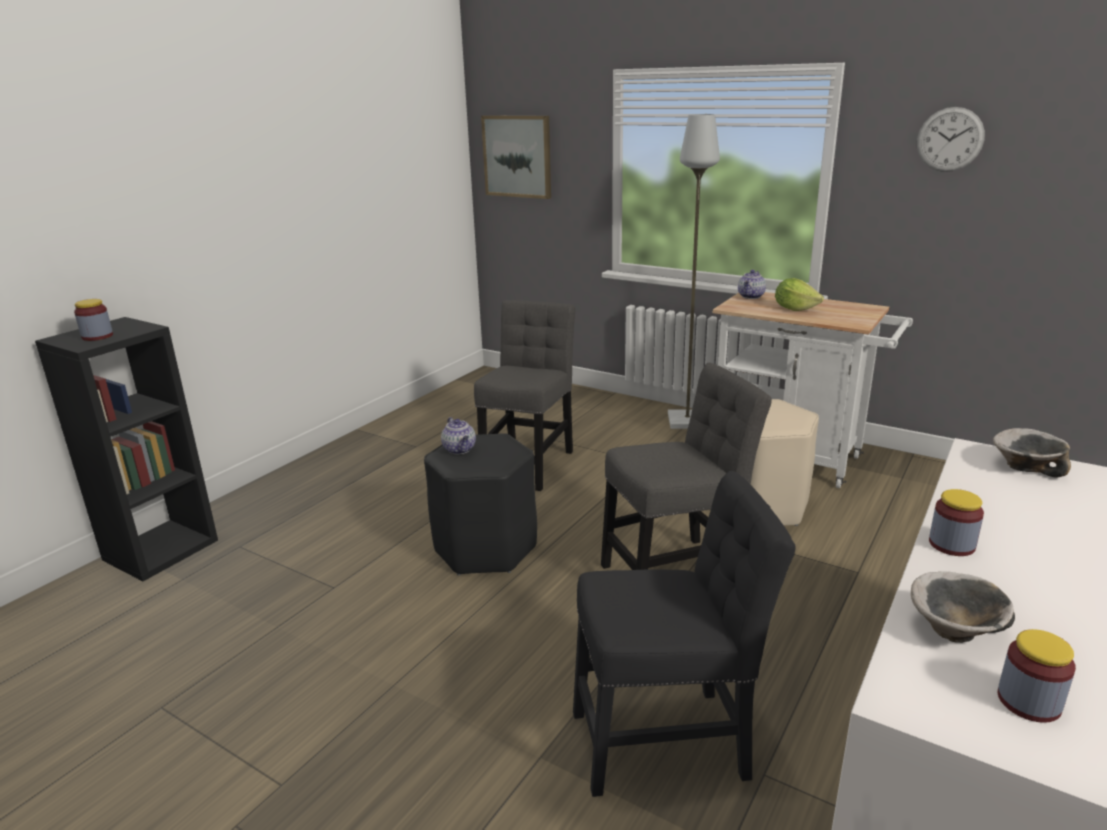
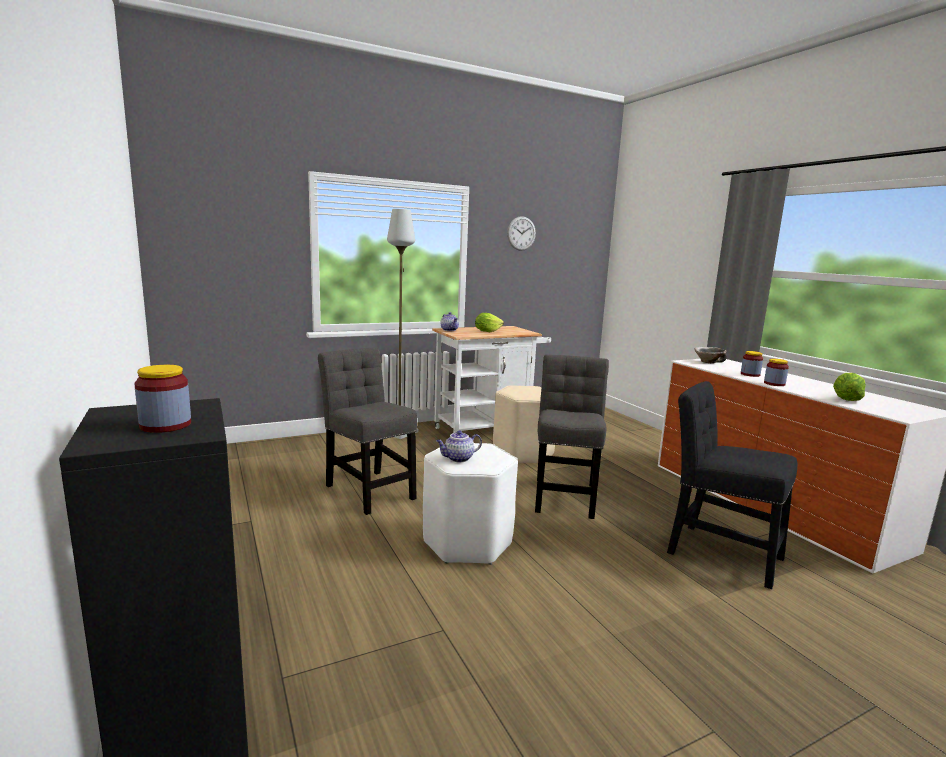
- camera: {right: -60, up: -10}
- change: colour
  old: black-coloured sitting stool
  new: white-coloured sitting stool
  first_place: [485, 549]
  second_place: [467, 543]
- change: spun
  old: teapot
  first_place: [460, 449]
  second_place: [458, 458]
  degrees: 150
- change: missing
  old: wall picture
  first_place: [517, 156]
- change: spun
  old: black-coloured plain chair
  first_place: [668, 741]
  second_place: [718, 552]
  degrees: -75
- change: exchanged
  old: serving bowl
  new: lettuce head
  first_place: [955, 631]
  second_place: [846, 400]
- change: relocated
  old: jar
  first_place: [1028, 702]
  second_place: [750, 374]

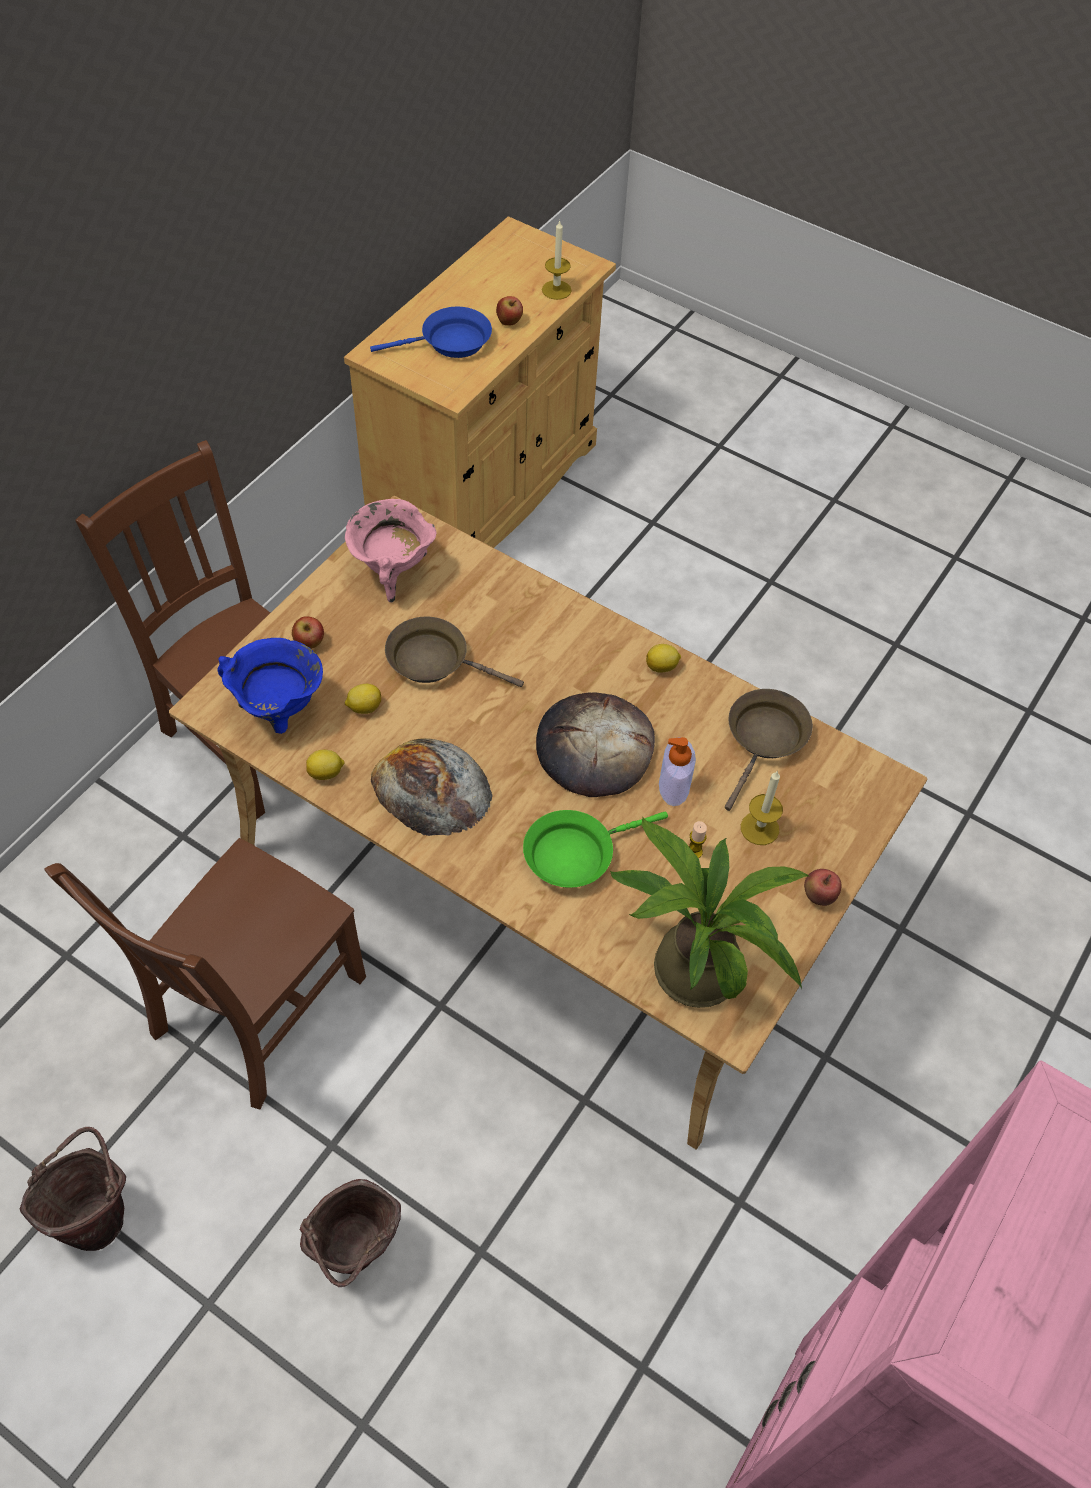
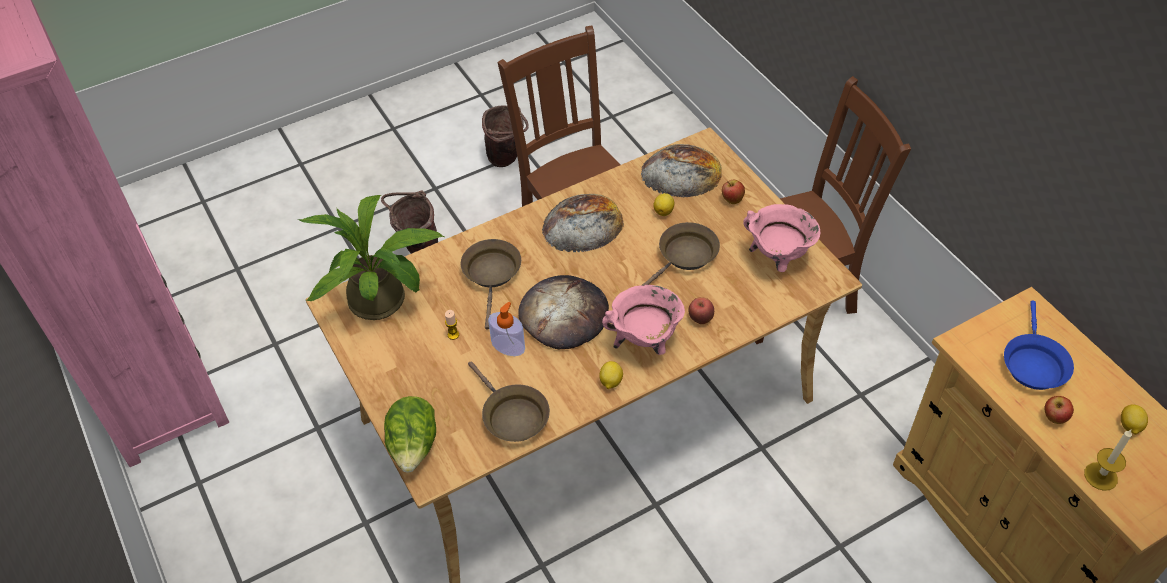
- camera: {right: 120, up: -5}
- change: exchanged
  old: bluish saucepot
  new: baked bread
  first_place: [279, 712]
  second_place: [681, 172]
- change: relocated
  old: whole lemon
  first_place: [326, 773]
  second_place: [1129, 426]
- change: colour
  old: greenish frying pan
  new: brown-coloured frying pan
  first_place: [575, 853]
  second_place: [492, 275]
- change: missing
  old: wax candle
  first_place: [759, 828]
- change: relocated
  old: whole apple
  first_place: [818, 896]
  second_place: [700, 319]
- change: appeared
  new: lettuce head
  second_place: [414, 447]
- change: appeared
  new: pink-coloured saucepot
  second_place: [645, 342]

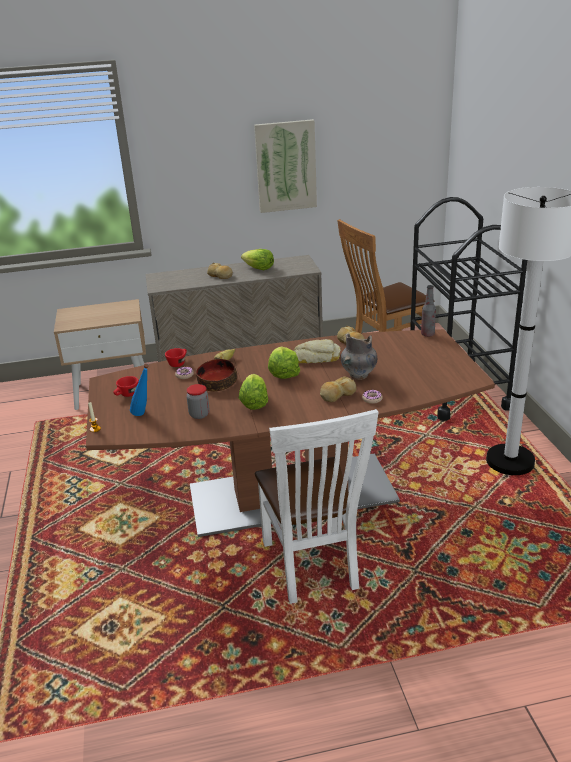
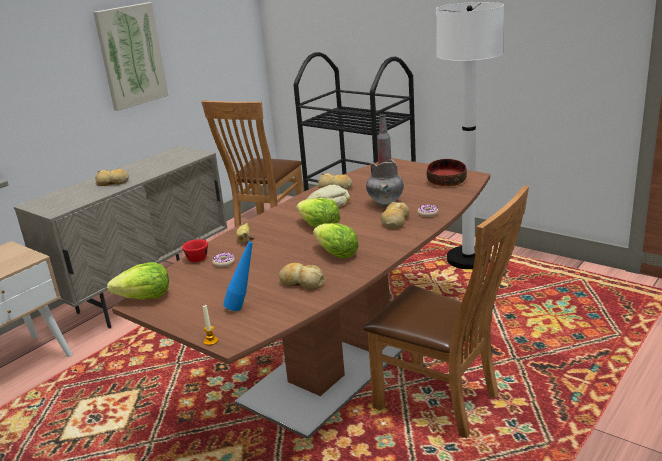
- camera: {right: -40, up: -5}
- change: missing
  old: reddish small cup
  first_place: [127, 395]
- change: exchanged
  old: jar
  new: baked bread
  first_place: [199, 414]
  second_place: [302, 282]
- change: relocated
  old: serving bowl
  first_place: [217, 383]
  second_place: [446, 181]
- change: relocated
  old: lettuce head
  first_place: [259, 268]
  second_place: [145, 297]
- change: colour
  old: white-coloured plain chair
  new: brown-coloured plain chair
  first_place: [313, 568]
  second_place: [444, 402]

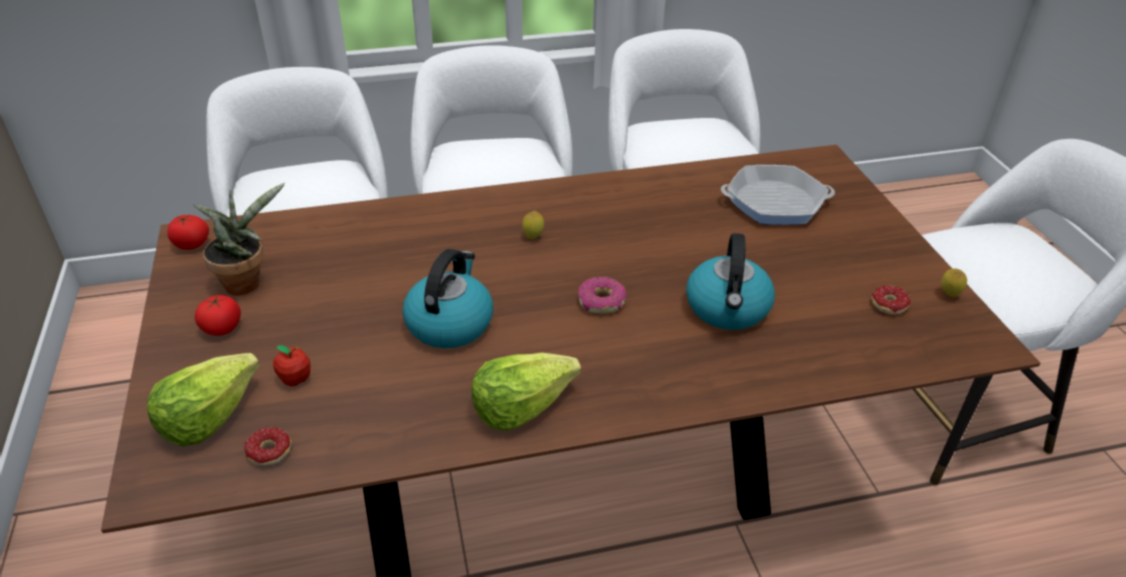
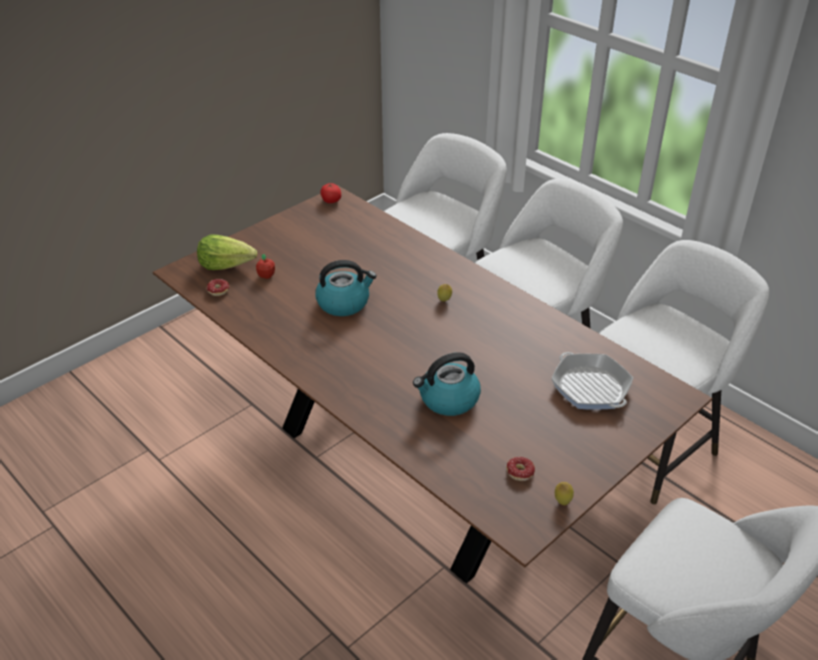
- camera: {right: 60, up: 0}
- change: missing
  old: plant in a pot
  first_place: [246, 281]
- change: missing
  old: tomato
  first_place: [222, 328]
- change: missing
  old: lettuce head
  first_place: [521, 406]
- change: missing
  old: doughnut
  first_place: [602, 302]

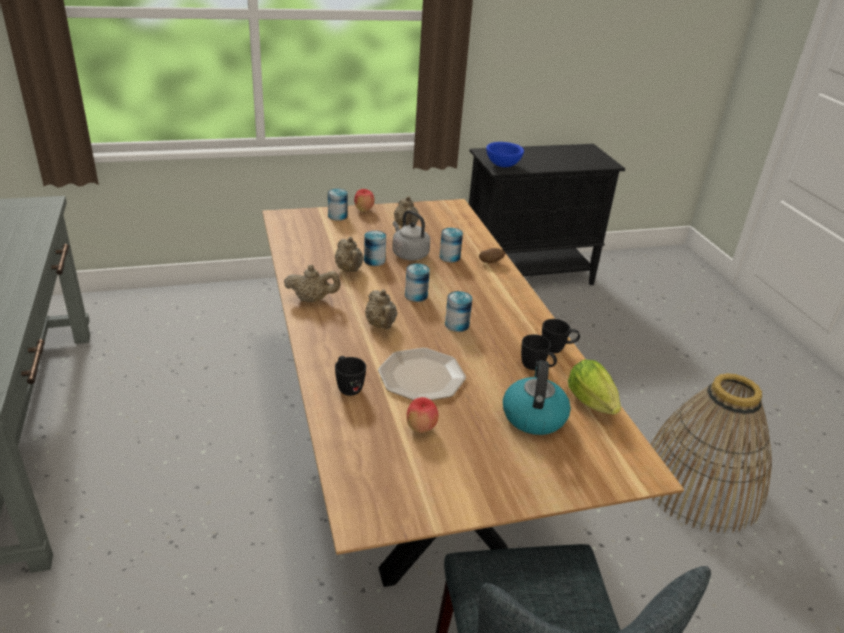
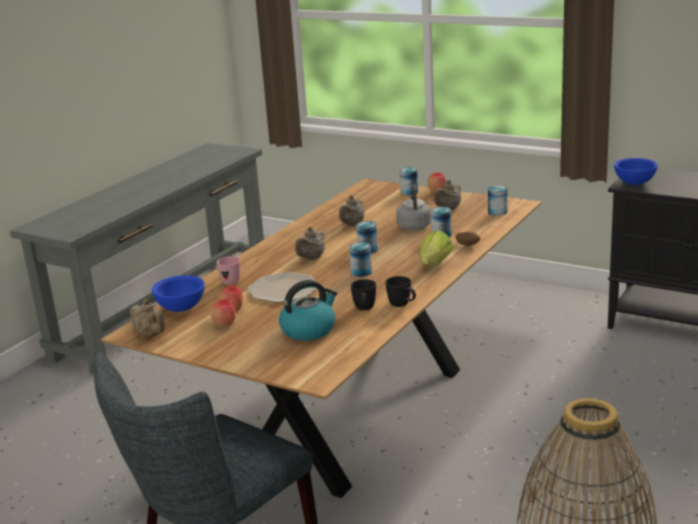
- camera: {right: 50, up: -10}
- change: relocated
  old: beige-coloured teapot
  first_place: [312, 299]
  second_place: [151, 335]
- change: colour
  old: black-coloured mug
  new: pink-coloured mug
  first_place: [347, 387]
  second_place: [232, 280]
- change: relocated
  old: sealed can
  first_place: [374, 260]
  second_place: [497, 212]
- change: relocated
  old: lettuce head
  first_place: [593, 405]
  second_place: [434, 265]
- change: appeared
  new: bluish serving bowl
  second_place: [180, 308]
- change: appeared
  new: whole apple
  second_place: [225, 325]

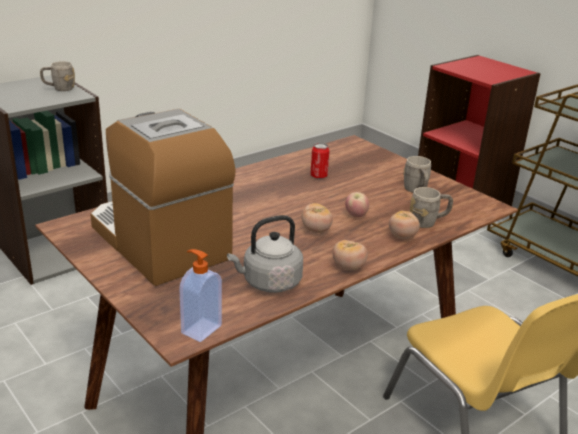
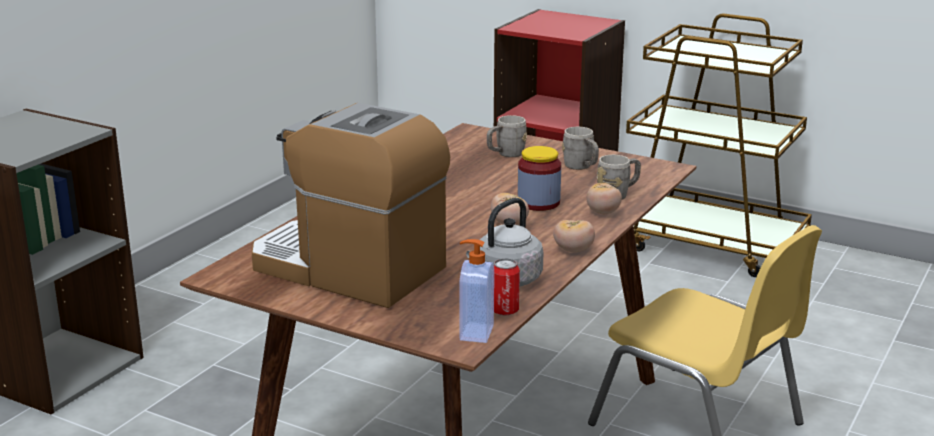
- camera: {right: -20, up: -5}
- change: relocated
  old: gray mug
  first_place: [59, 88]
  second_place: [506, 154]
- change: relocated
  old: sealed can
  first_place: [318, 176]
  second_place: [505, 311]
- change: exchanged
  old: whole apple
  new: jar
  first_place: [356, 215]
  second_place: [538, 202]

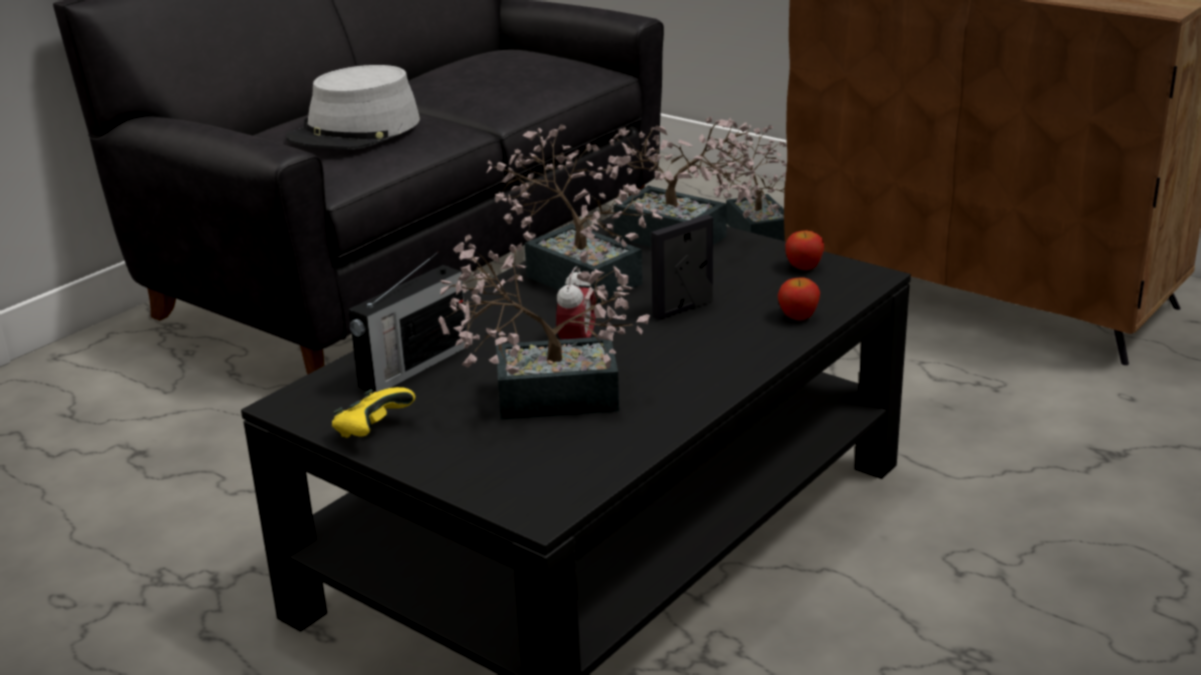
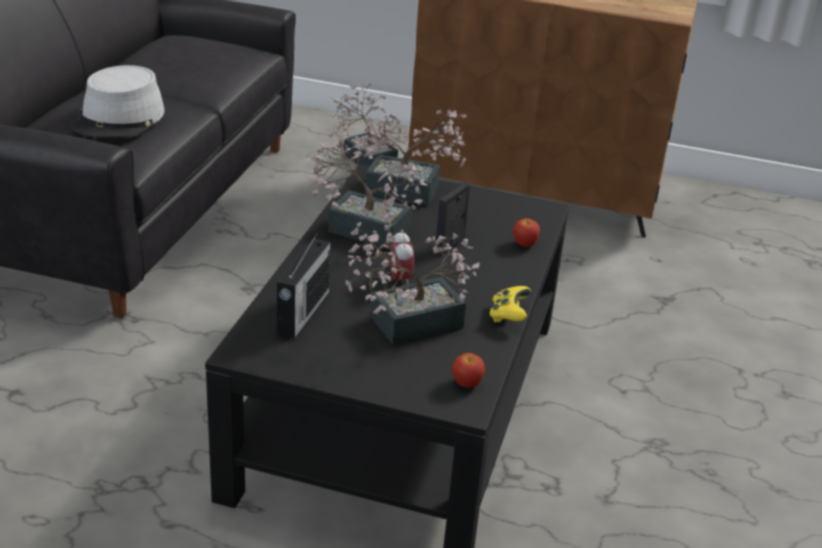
- camera: {right: -25, up: 5}
- change: relocated
  old: yellow gamepad
  first_place: [372, 431]
  second_place: [508, 316]
- change: relocated
  old: whole apple
  first_place: [804, 267]
  second_place: [466, 383]

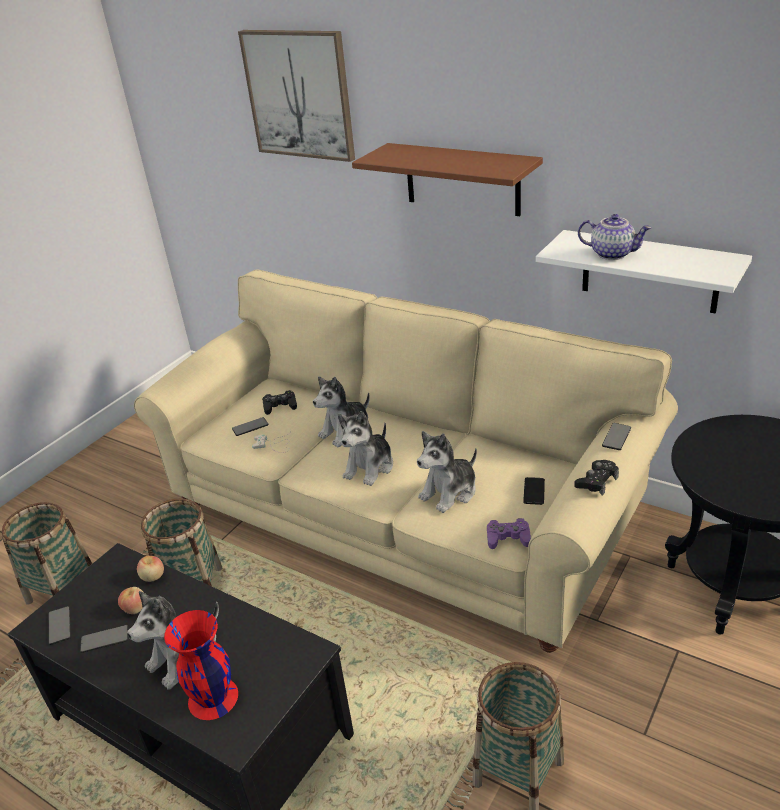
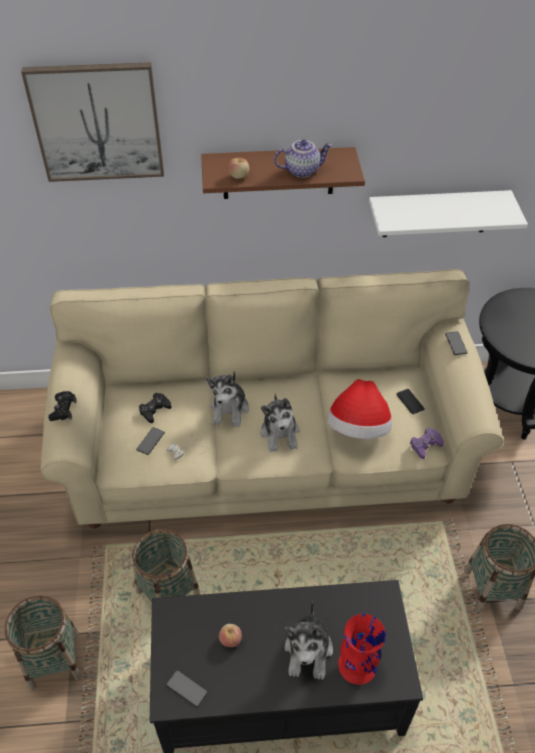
- camera: {right: -40, up: 15}
- change: missing
  old: telephone
  first_place: [105, 639]
- change: relocated
  old: whole apple
  first_place: [153, 577]
  second_place: [239, 176]
- change: exchanged
  old: soft toy
  new: wearable hat
  first_place: [450, 492]
  second_place: [358, 428]
- change: relocated
  old: black-coloured gamepad
  first_place: [596, 481]
  second_place: [63, 409]
- change: relocated
  old: teapot
  first_place: [612, 254]
  second_place: [302, 170]

